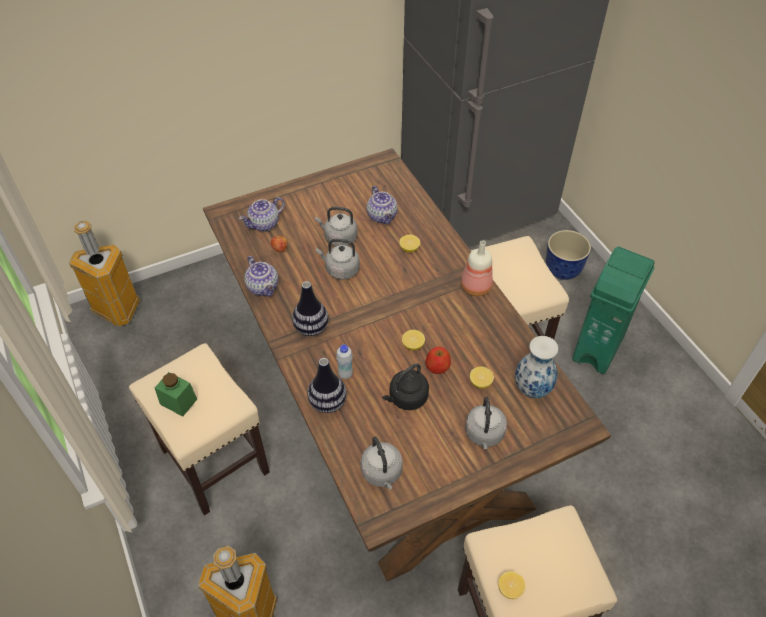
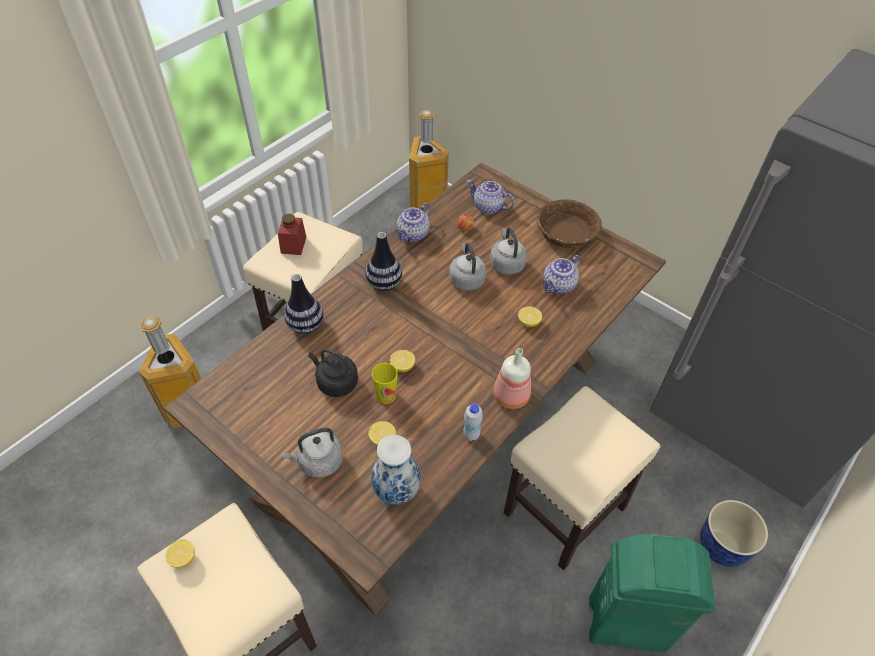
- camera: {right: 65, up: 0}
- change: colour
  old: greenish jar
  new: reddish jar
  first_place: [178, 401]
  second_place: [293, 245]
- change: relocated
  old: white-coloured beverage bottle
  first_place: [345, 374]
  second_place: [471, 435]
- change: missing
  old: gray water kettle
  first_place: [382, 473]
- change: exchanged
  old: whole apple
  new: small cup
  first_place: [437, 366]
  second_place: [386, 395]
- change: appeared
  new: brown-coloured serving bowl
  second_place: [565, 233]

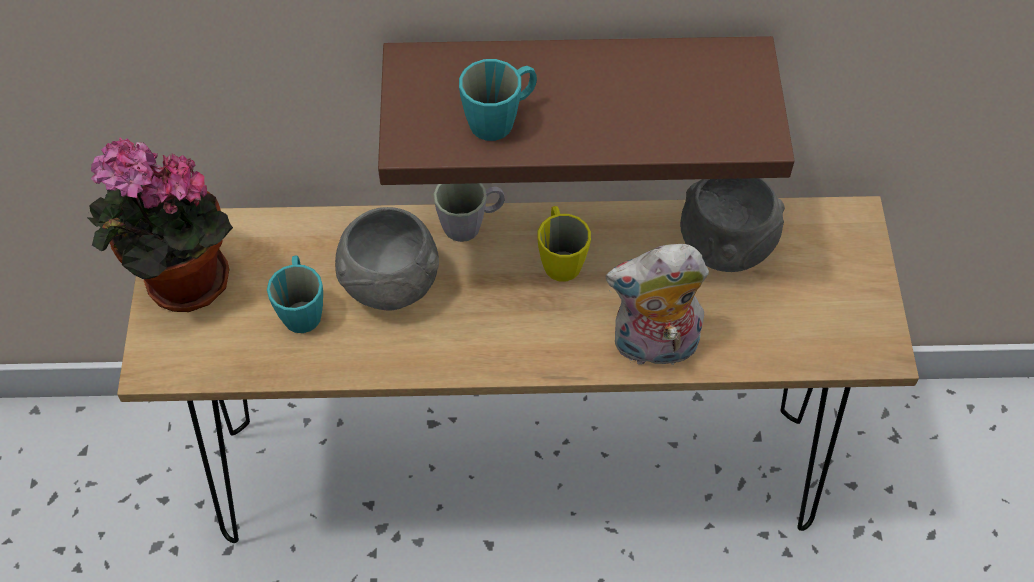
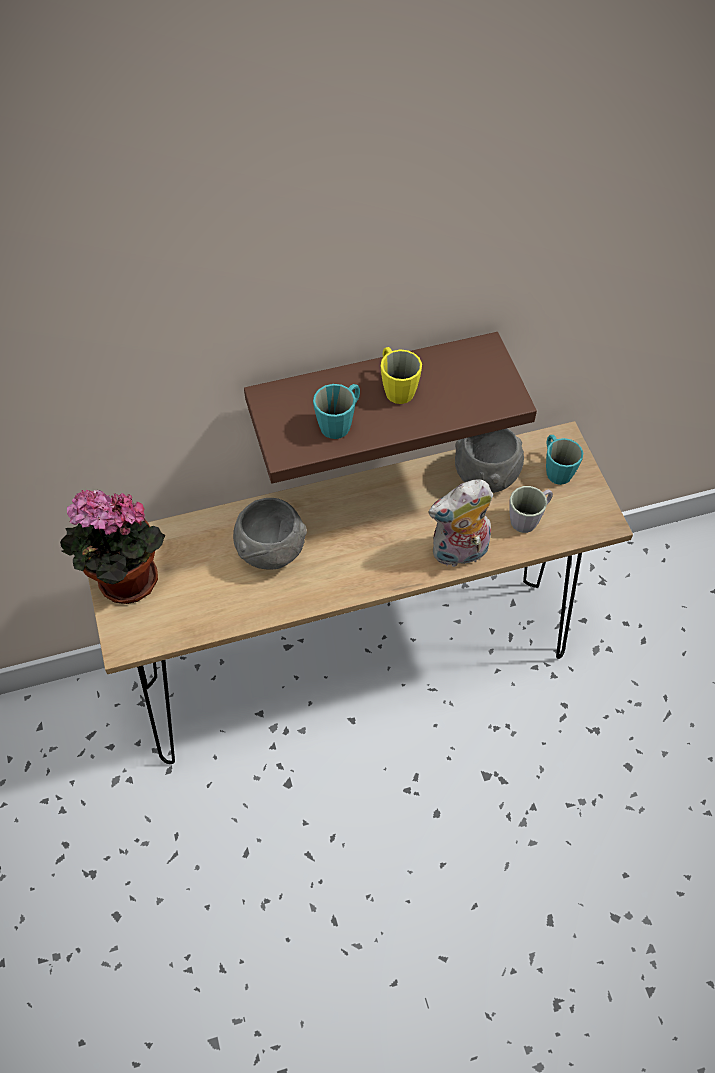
- camera: {right: -15, up: 0}
- change: relocated
  old: turquoise-coloured mug
  first_place: [302, 308]
  second_place: [556, 469]
- change: relocated
  old: gray mug
  first_place: [471, 224]
  second_place: [528, 518]
- change: relocated
  old: yellow mug
  first_place: [560, 258]
  second_place: [396, 387]

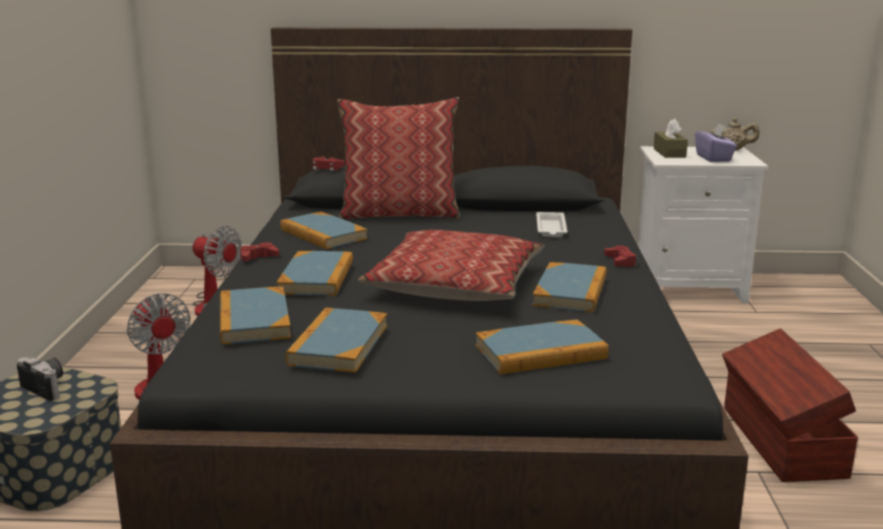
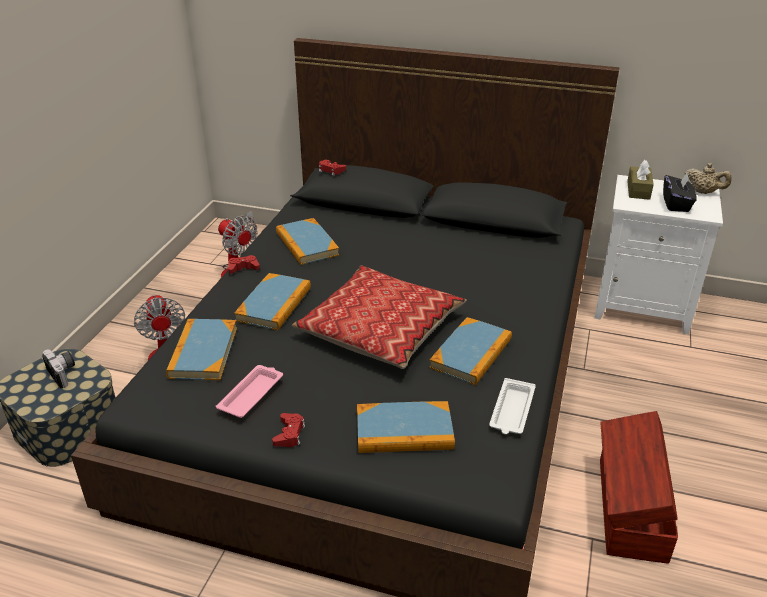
- camera: {right: 15, up: 15}
- change: exchanged
  old: volume
  new: pink-coloured serving tray
  first_place: [338, 344]
  second_place: [252, 394]
- change: missing
  old: pillow
  first_place: [399, 213]
- change: relocated
  old: white-coloured serving tray
  first_place: [551, 229]
  second_place: [512, 411]
- change: relocated
  old: reddish gamepad
  first_place: [620, 261]
  second_place: [289, 434]
- change: colour
  old: purplish box of tissues
  new: black-coloured box of tissues
  first_place: [714, 158]
  second_place: [676, 204]

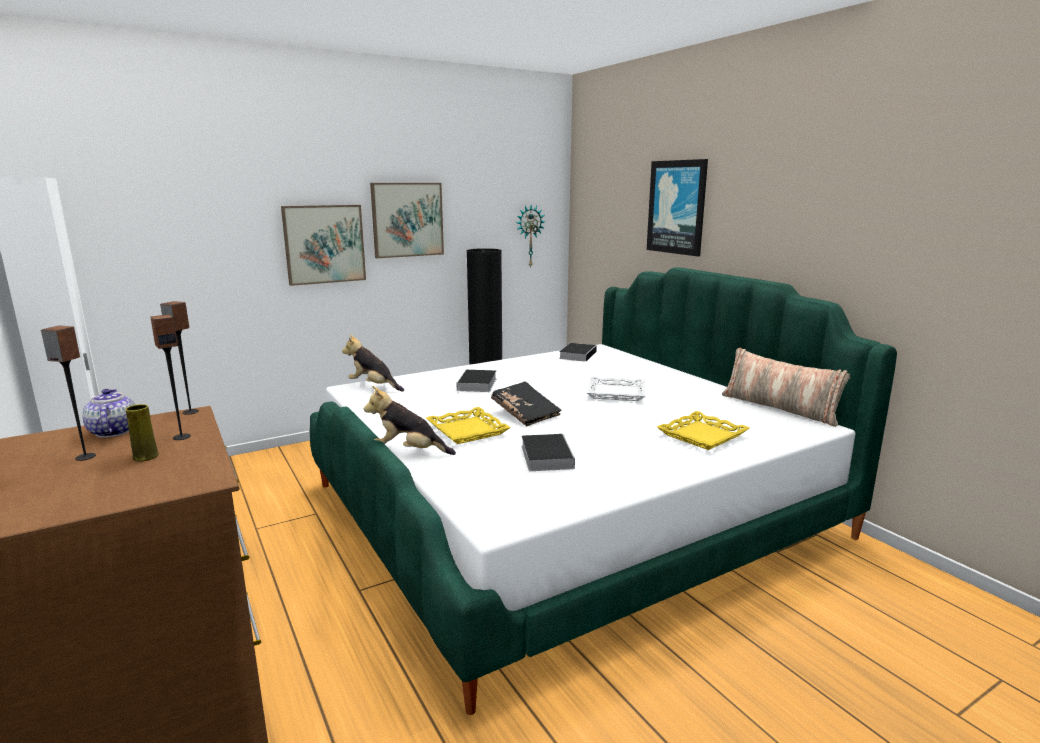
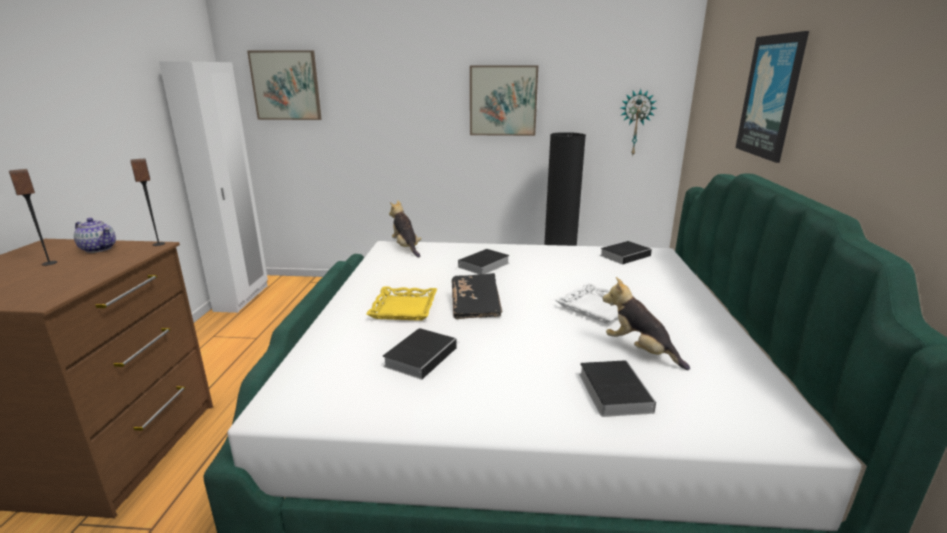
- camera: {right: 35, up: 5}
- change: spun
  old: teapot
  first_place: [113, 432]
  second_place: [98, 248]
  degrees: 105
- change: missing
  old: yellow decorative vase
  first_place: [145, 457]
- change: missing
  old: speaker
  first_place: [181, 437]
- change: relocated
  old: wall picture
  first_place: [324, 244]
  second_place: [286, 85]
- change: relocated
  old: soft toy
  first_place: [409, 451]
  second_place: [640, 351]
- change: exchanged
  old: yellow serving tray
  new: volume
  first_place: [702, 436]
  second_place: [612, 390]
- change: missing
  old: pillow
  first_place: [779, 408]

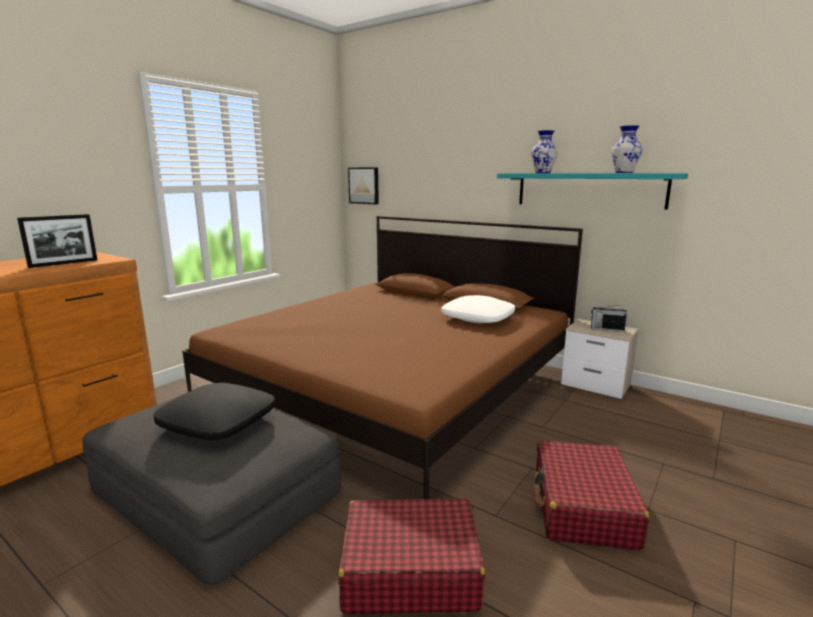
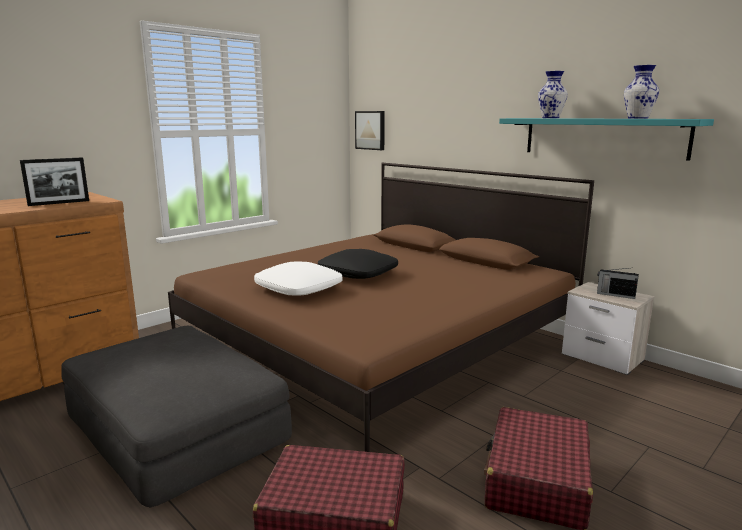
- camera: {right: 10, up: 0}
- change: relocated
  old: black-coloured pillow
  first_place: [218, 422]
  second_place: [358, 273]
- change: relocated
  old: white-coloured pillow
  first_place: [478, 318]
  second_place: [299, 289]

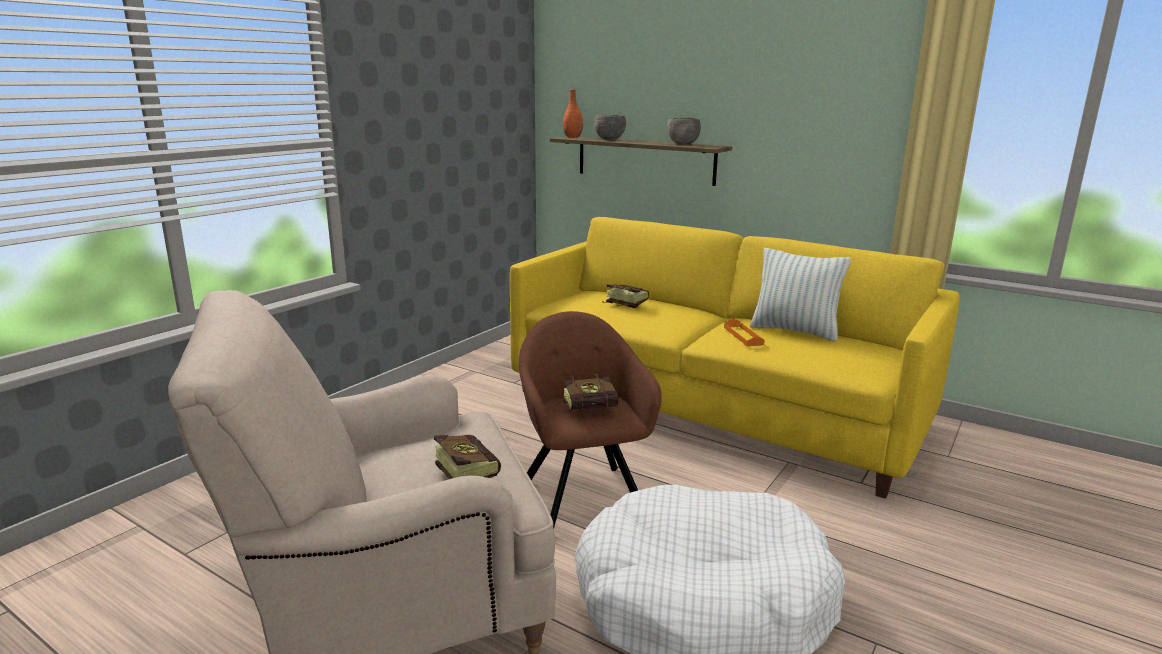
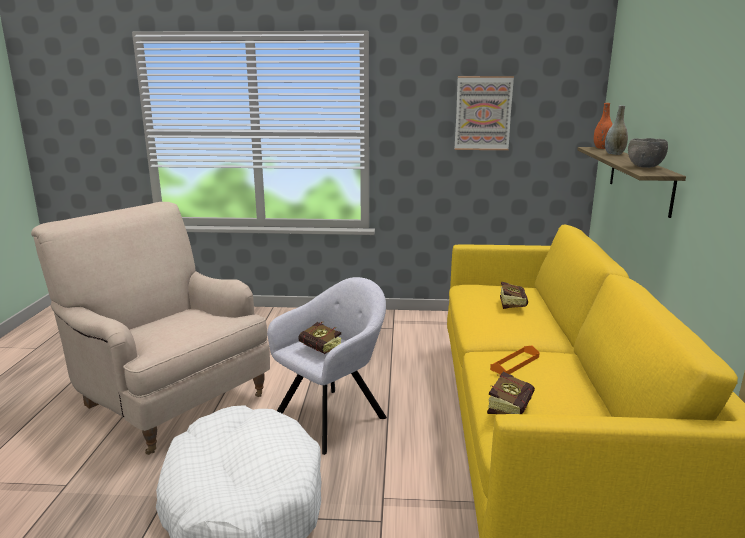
- camera: {right: 60, up: 0}
- change: relocated
  old: volume
  first_place: [463, 474]
  second_place: [511, 407]
- change: colour
  old: brown-coloured armchair
  new: gray armchair
  first_place: [582, 496]
  second_place: [333, 416]
- change: exchanged
  old: gray serving bowl
  new: gray decorative vase
  first_place: [609, 139]
  second_place: [614, 154]
- change: missing
  old: pillow
  first_place: [795, 331]
- change: appeared
  new: wall picture
  second_place: [483, 113]

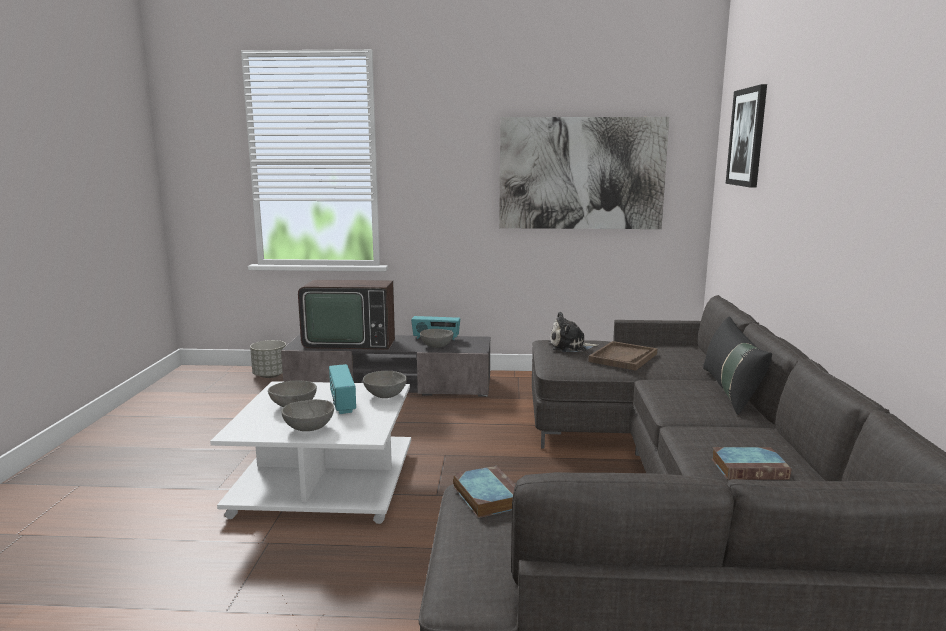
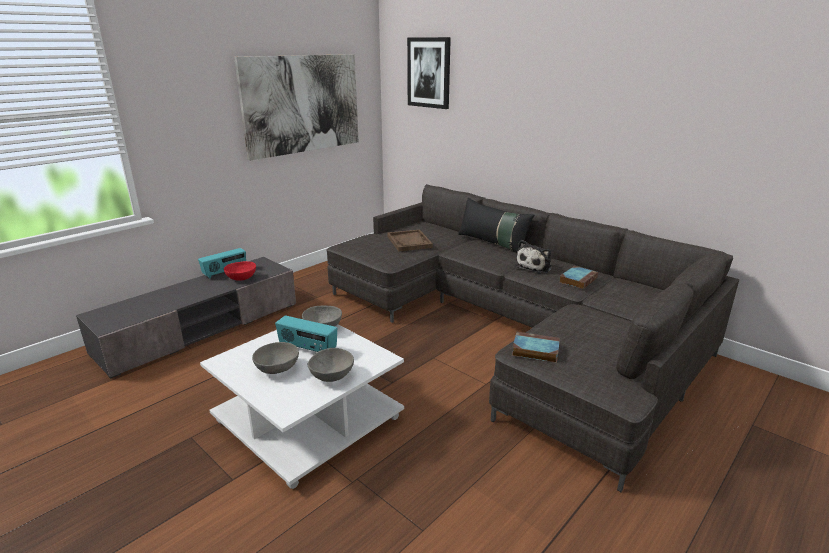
- camera: {right: -50, up: 10}
- change: missing
  old: gray flower pot
  first_place: [270, 375]
- change: missing
  old: TV
  first_place: [349, 342]
- change: colour
  old: gray serving bowl
  new: reddish serving bowl
  first_place: [436, 346]
  second_place: [241, 278]
- change: relocated
  old: soft toy
  first_place: [570, 347]
  second_place: [534, 266]

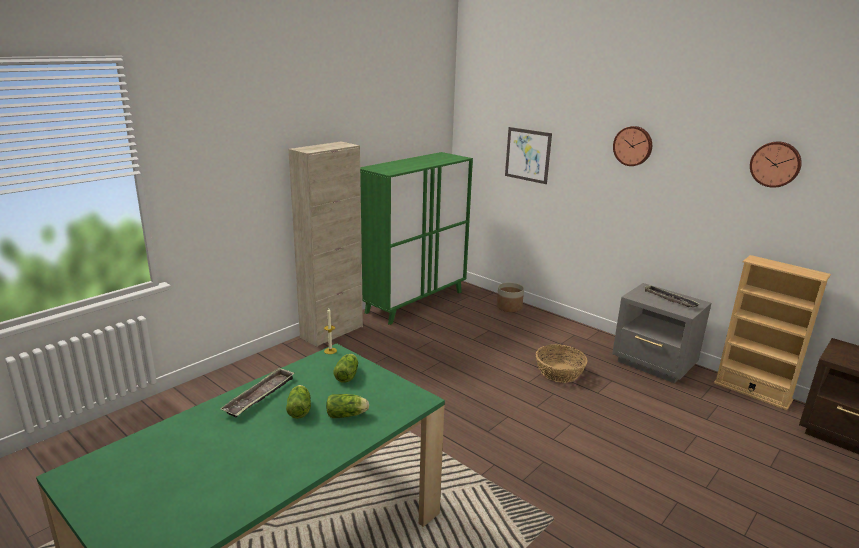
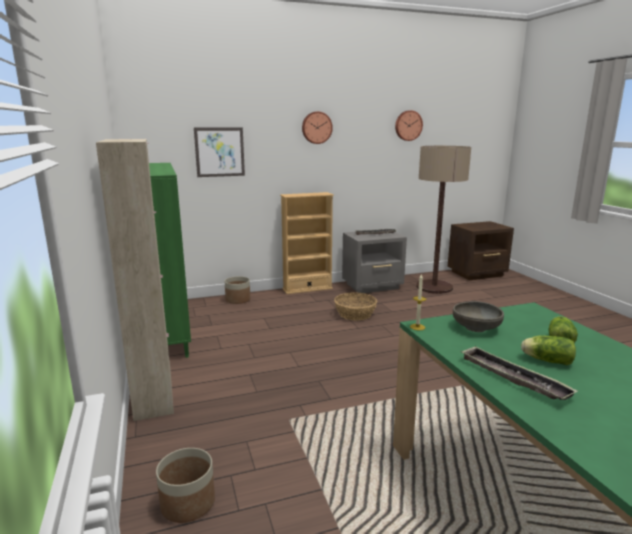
- camera: {right: -60, up: -5}
- change: exchanged
  old: lettuce head
  new: gray serving bowl
  first_place: [347, 375]
  second_place: [476, 328]
- change: relocated
  old: beige-coloured bookshelf
  first_place: [752, 391]
  second_place: [307, 289]
- change: appeared
  new: flower pot
  second_place: [187, 503]
- change: appeared
  new: standard lamp
  second_place: [434, 287]

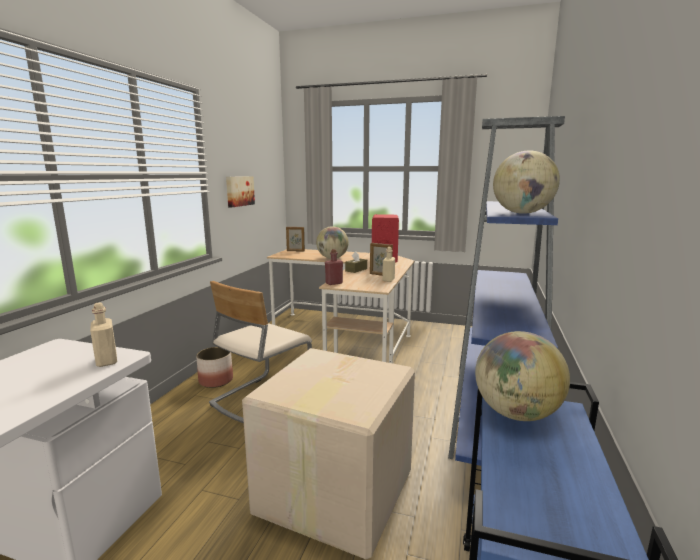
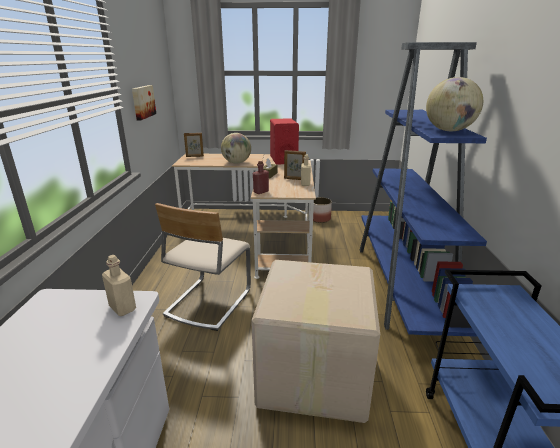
- camera: {right: -15, up: 10}
- change: relocated
  old: flower pot
  first_place: [216, 380]
  second_place: [319, 219]
- change: missing
  old: globe
  first_place: [516, 413]

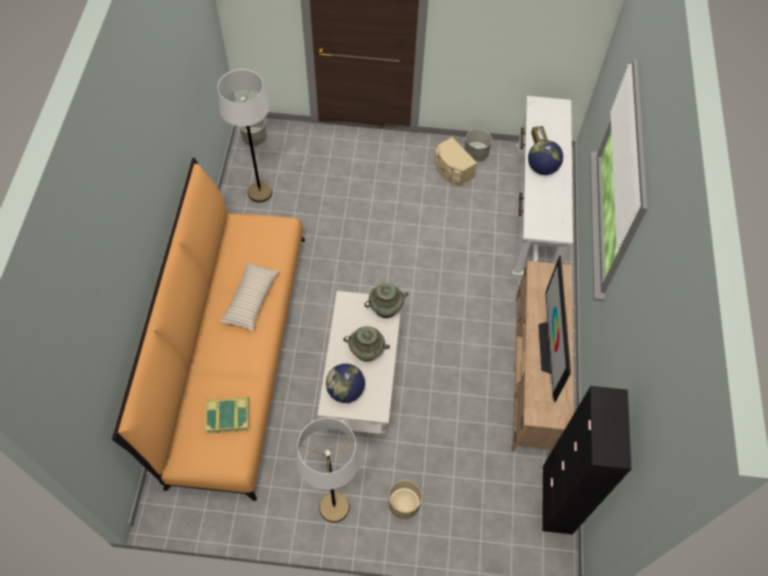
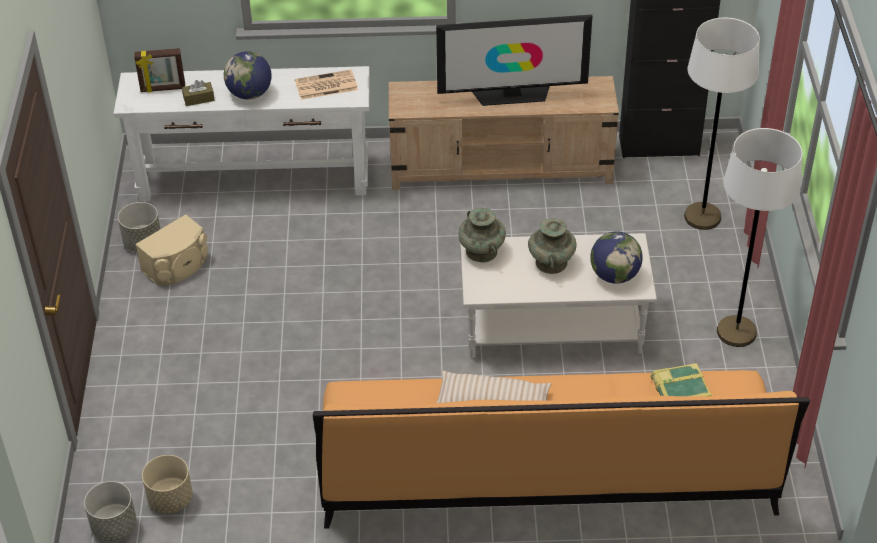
- camera: {right: -95, up: -15}
- change: relocated
  old: white-coloured standard lamp
  first_place: [260, 192]
  second_place: [702, 217]
- change: relocated
  old: beige-coloured flower pot
  first_place: [404, 504]
  second_place: [170, 499]
- change: appeared
  new: photo frame
  second_place: [163, 89]
- change: appeared
  new: newspaper
  second_place: [325, 86]

